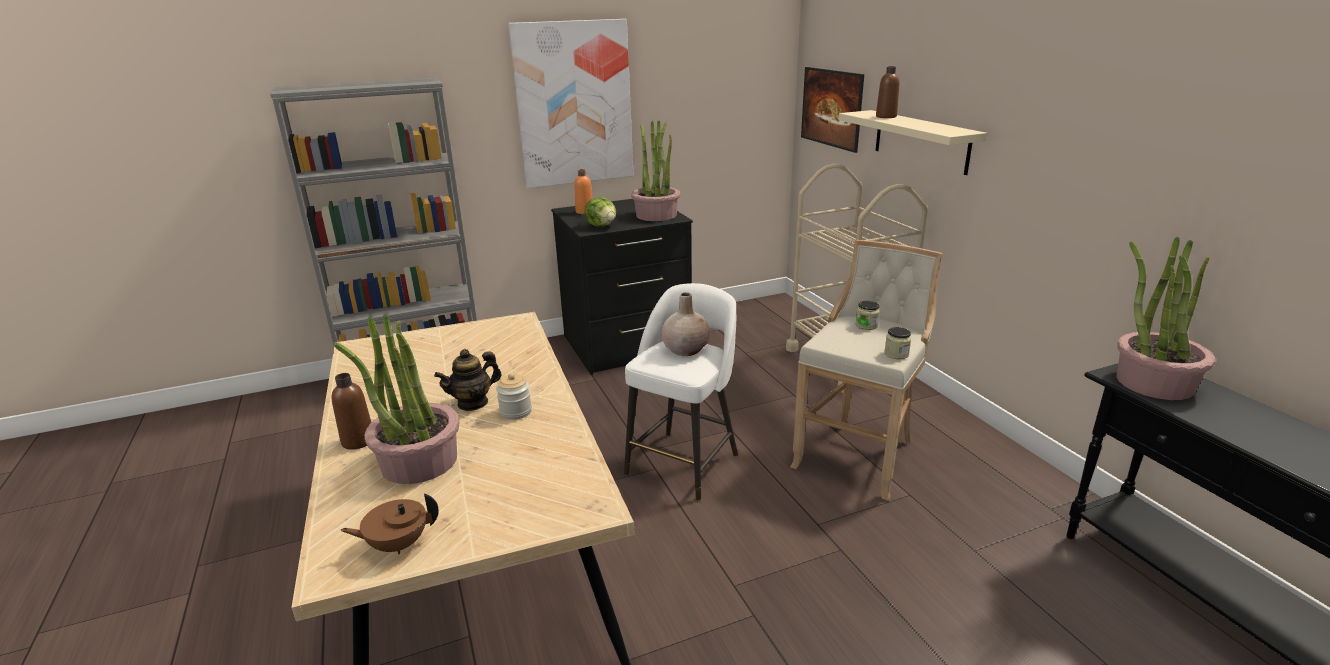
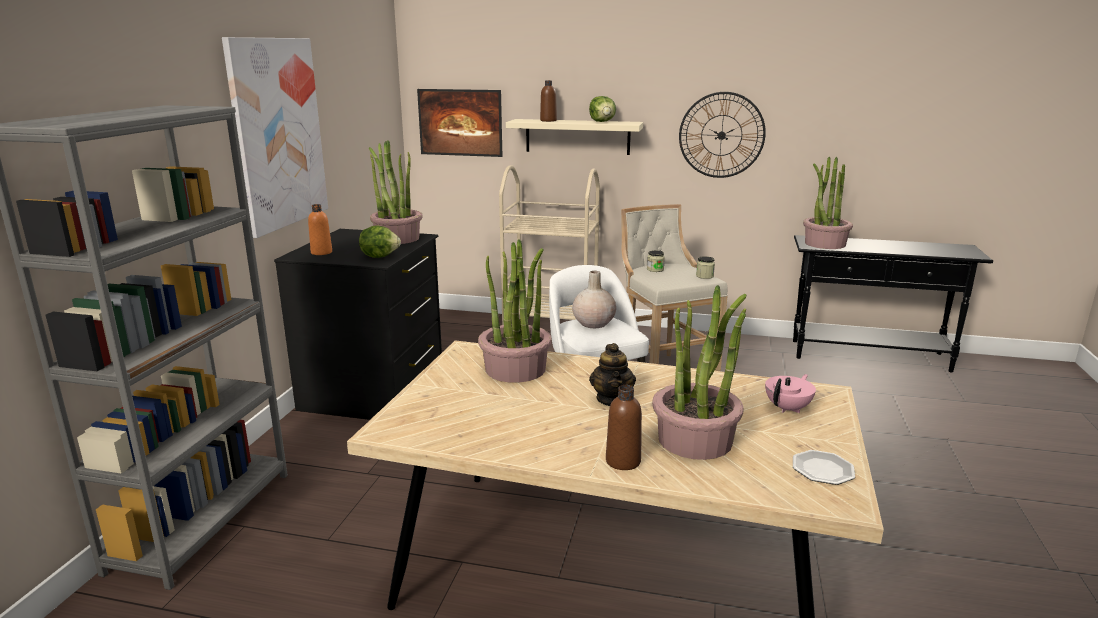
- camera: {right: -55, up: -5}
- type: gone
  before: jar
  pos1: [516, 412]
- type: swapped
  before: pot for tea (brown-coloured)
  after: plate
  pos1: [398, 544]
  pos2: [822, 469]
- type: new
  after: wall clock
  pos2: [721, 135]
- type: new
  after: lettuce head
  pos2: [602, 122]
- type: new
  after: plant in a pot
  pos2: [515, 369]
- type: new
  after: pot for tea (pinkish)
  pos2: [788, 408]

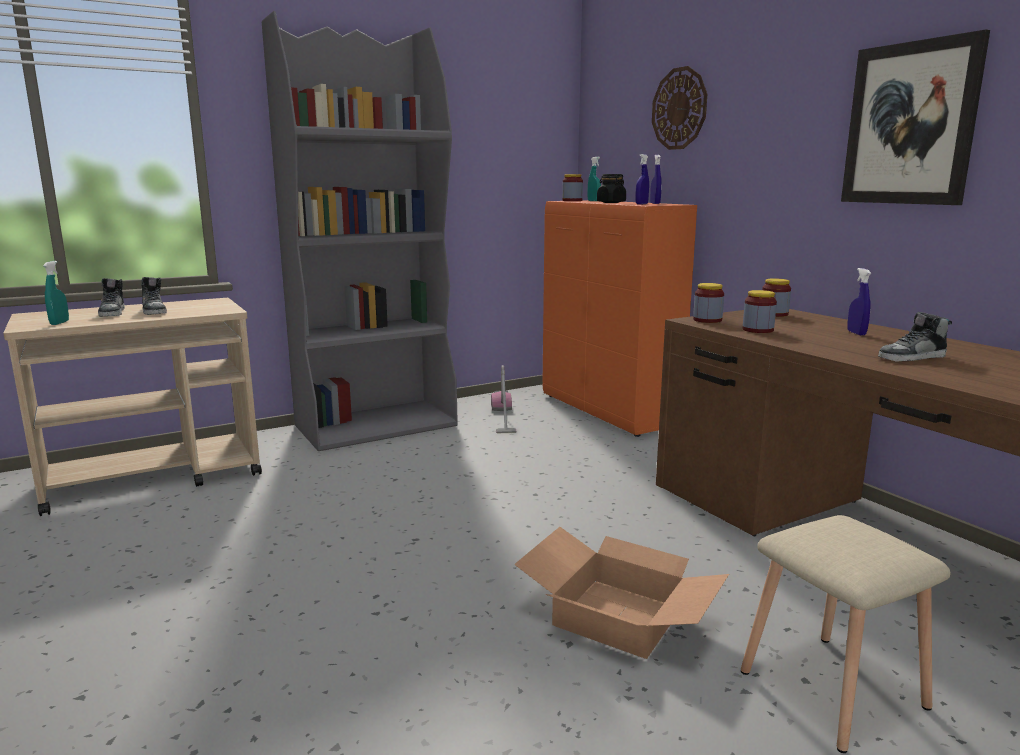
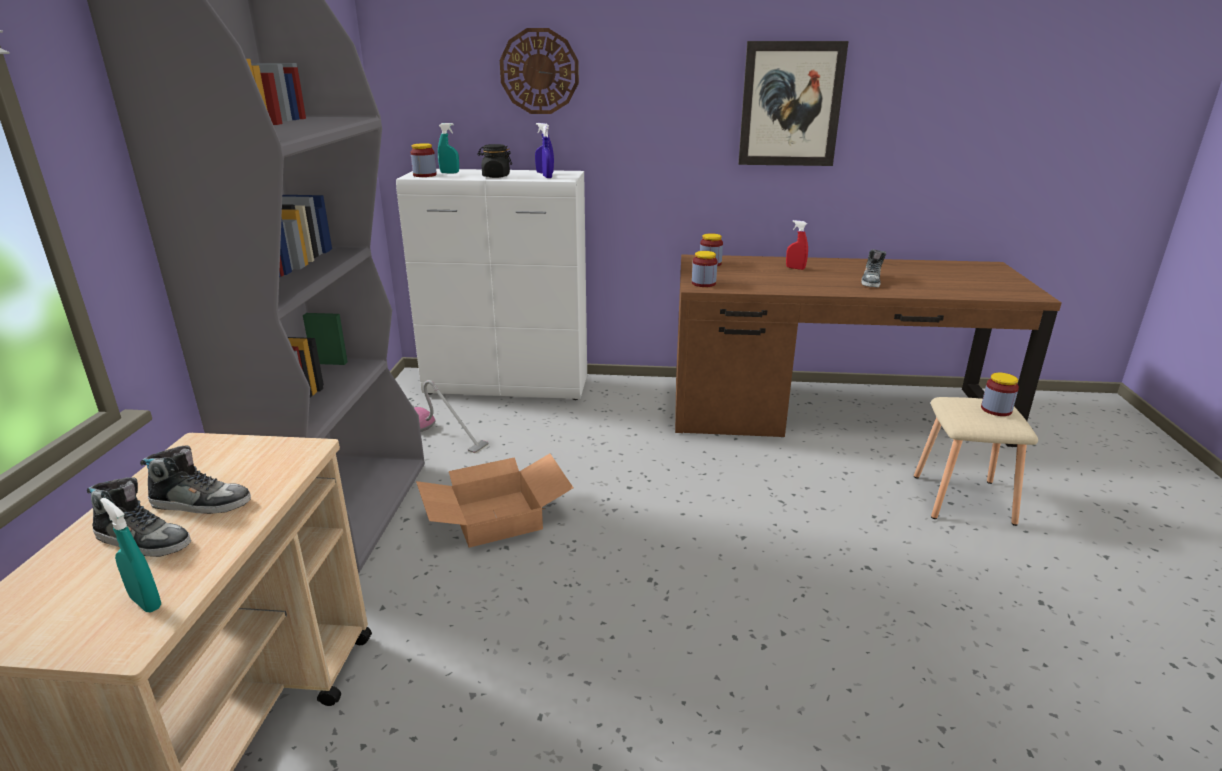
- camera: {right: -55, up: 10}
- type: repainted
  before: cupboard (orange-coloured)
  after: cupboard (white-coloured)
  pos1: [608, 411]
  pos2: [508, 387]
- type: repainted
  before: spray bottle (bluish)
  after: spray bottle (red-coloured)
  pos1: [856, 333]
  pos2: [795, 268]
- type: shifted
  before: jar
  pos1: [758, 330]
  pos2: [996, 410]
- type: shifted
  before: packing box
  pos1: [615, 617]
  pos2: [496, 519]

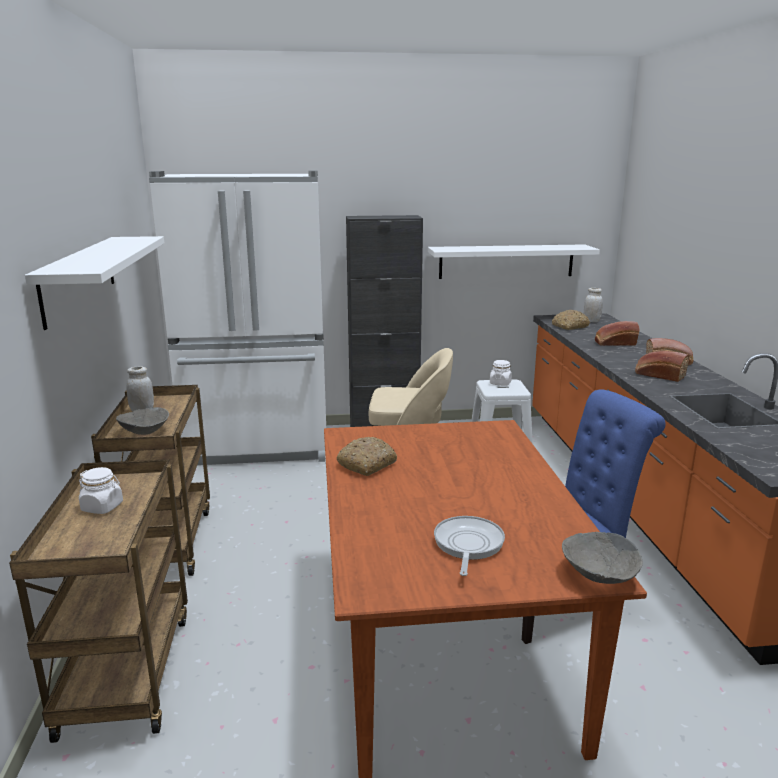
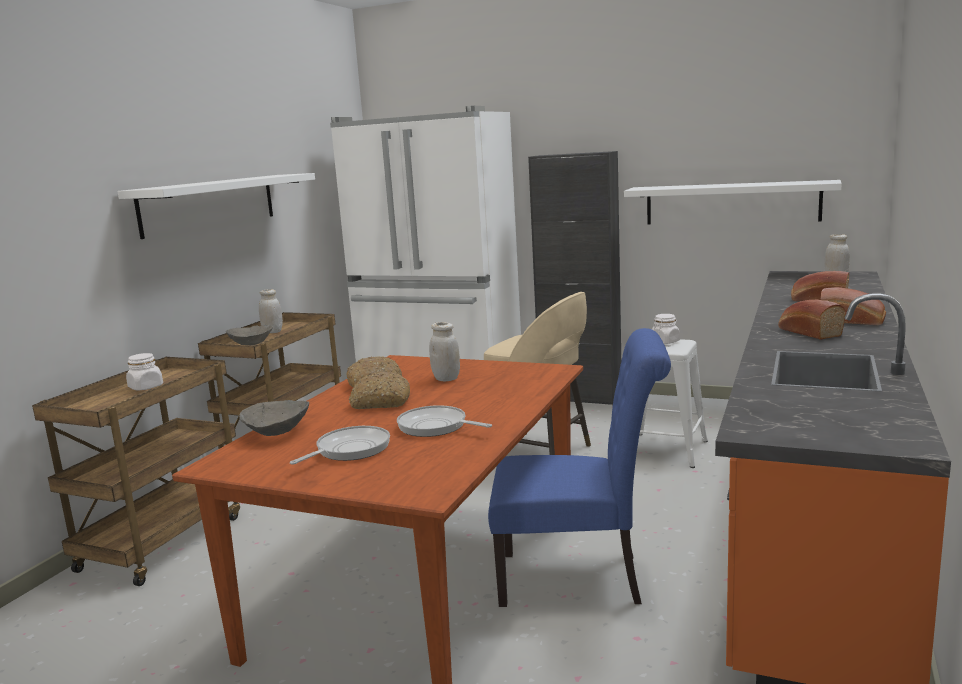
- camera: {right: 30, up: -5}
- type: shifted
  before: bread
  pos1: [570, 326]
  pos2: [380, 402]
- type: shifted
  before: deep dish (grey)
  pos1: [599, 575]
  pos2: [278, 433]
- type: new
  after: jar (white-coloured)
  pos2: [446, 379]
- type: new
  after: pan
  pos2: [435, 427]

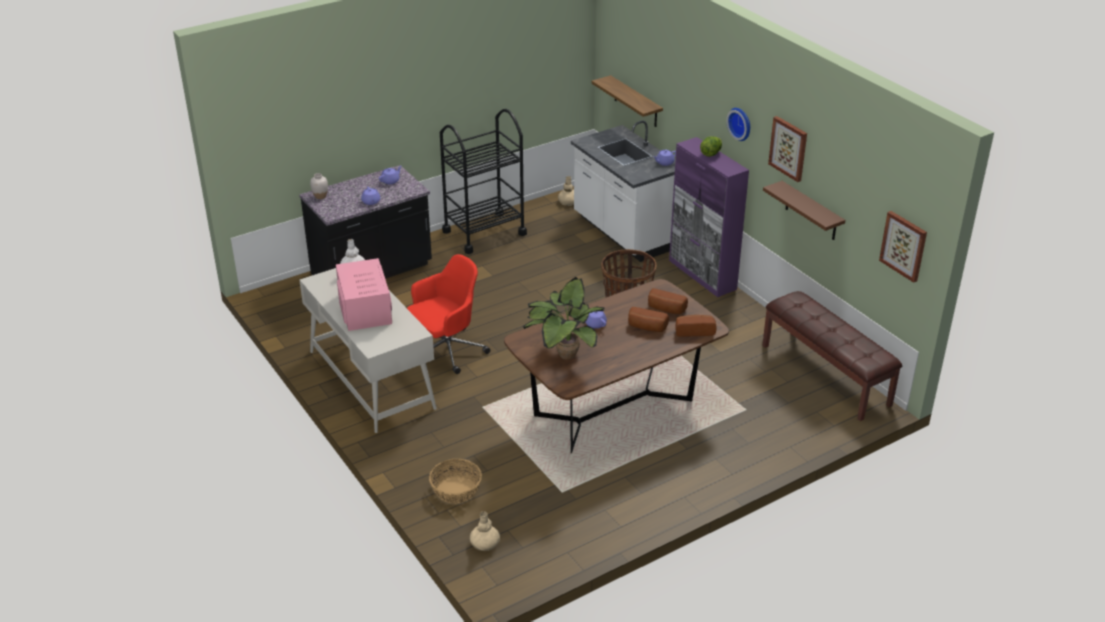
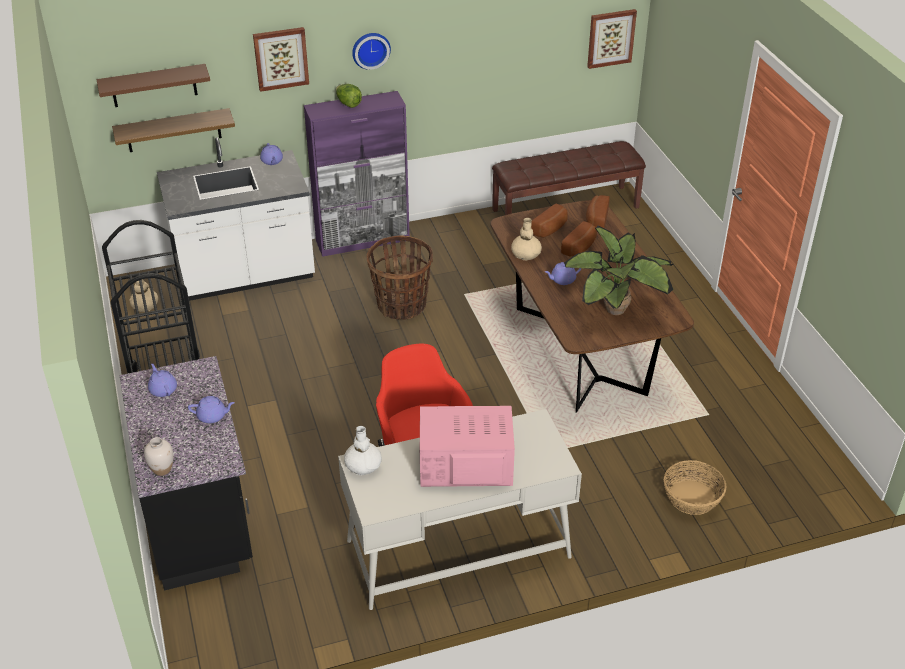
- camera: {right: -75, up: 5}
- type: shifted
  before: wall picture
  pos1: [789, 148]
  pos2: [281, 58]
- type: shifted
  before: shelf (brown-coloured)
  pos1: [811, 212]
  pos2: [154, 86]
- type: shifted
  before: vase (beige)
  pos1: [484, 543]
  pos2: [525, 254]

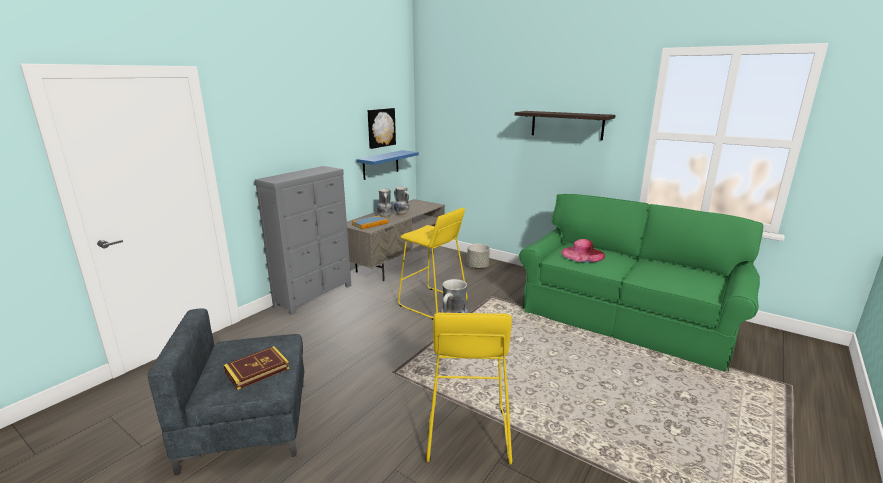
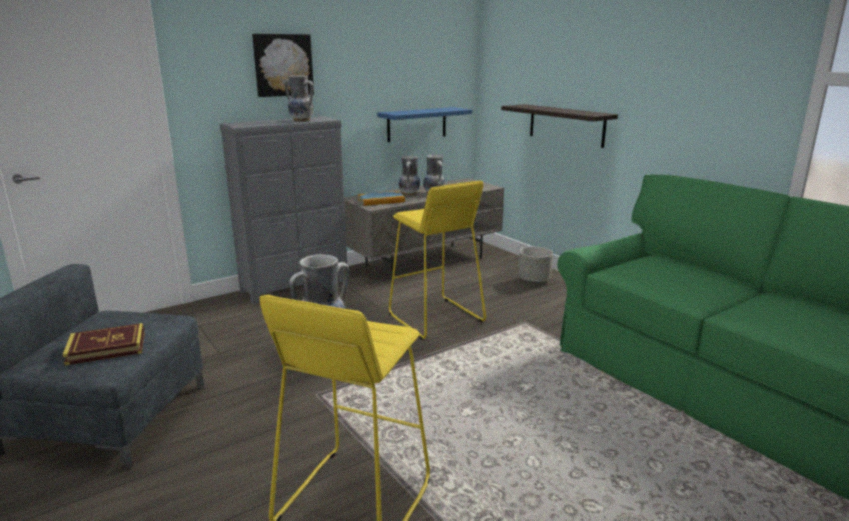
- camera: {right: 20, up: 0}
- type: shifted
  before: wall picture
  pos1: [380, 127]
  pos2: [283, 65]
- type: shifted
  before: shelf
  pos1: [567, 125]
  pos2: [566, 125]
- type: gone
  before: hat (pinkish)
  pos1: [582, 254]
- type: new
  after: vase
  pos2: [301, 120]

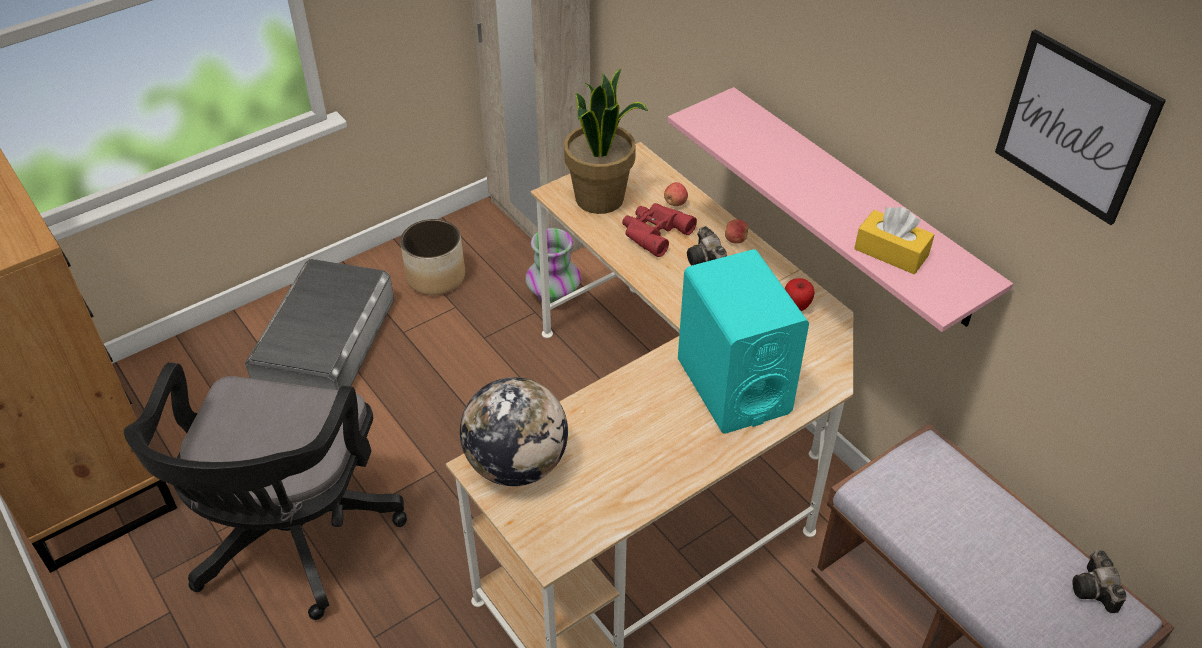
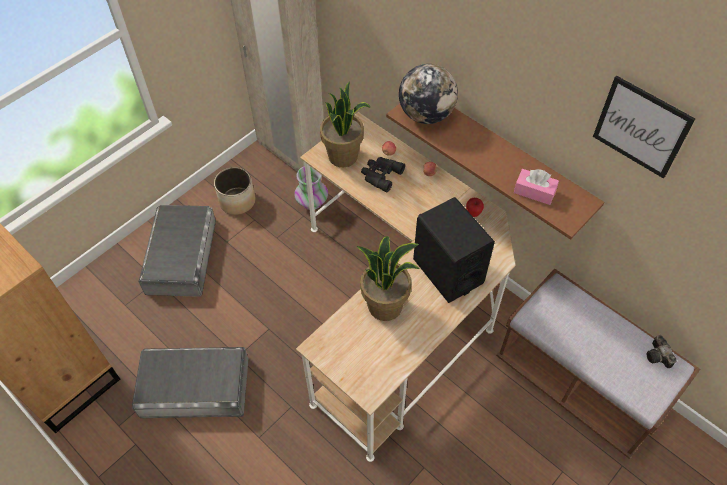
- camera: {right: -10, up: 10}
- type: repainted
  before: shelf (pinkish)
  after: shelf (brown-coloured)
  pos1: [854, 206]
  pos2: [503, 156]
- type: repainted
  before: field glasses (red-coloured)
  after: field glasses (blackish)
  pos1: [653, 232]
  pos2: [380, 175]
- type: repainted
  before: tissue box (yellowish)
  after: tissue box (pinkish)
  pos1: [891, 252]
  pos2: [534, 191]
- type: gone
  before: still camera
  pos1: [706, 260]
- type: repainted
  before: loudspeaker (blue-green)
  after: loudspeaker (blackish)
  pos1: [733, 386]
  pos2: [447, 271]
- type: swapped
  before: computer chair (blackish)
  after: storage bin (grey)
  pos1: [290, 540]
  pos2: [194, 387]
- type: shifted
  before: world globe
  pos1: [517, 464]
  pos2: [426, 115]
- type: new
  after: plant in a pot
  pos2: [385, 305]

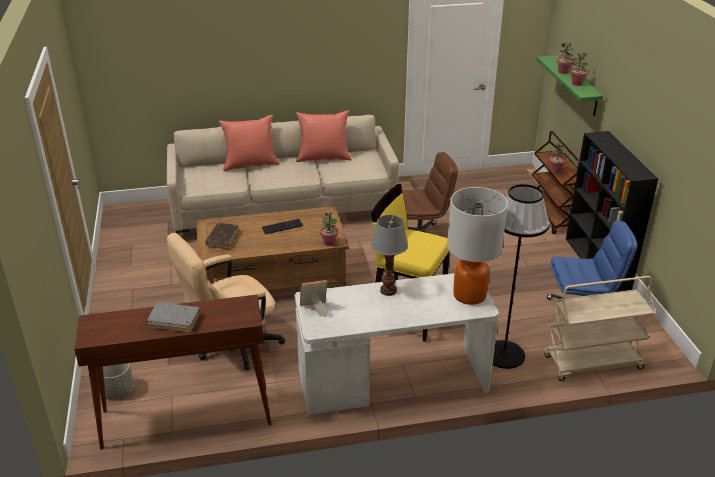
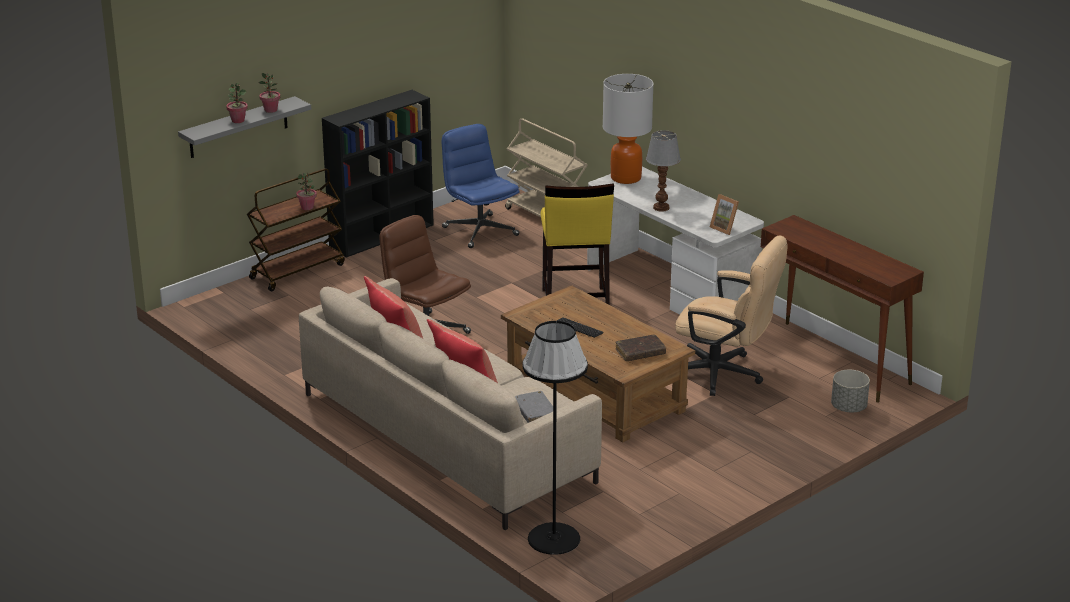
- camera: {right: -120, up: -5}
- type: repainted
  before: shelf (greenish)
  after: shelf (grey)
  pos1: [577, 86]
  pos2: [238, 128]
- type: shifted
  before: standard lamp (blackish)
  pos1: [504, 354]
  pos2: [553, 538]
- type: gone
  before: plant in a pot
  pos1: [329, 242]
- type: shifted
  before: volume (grey)
  pos1: [174, 321]
  pos2: [535, 413]

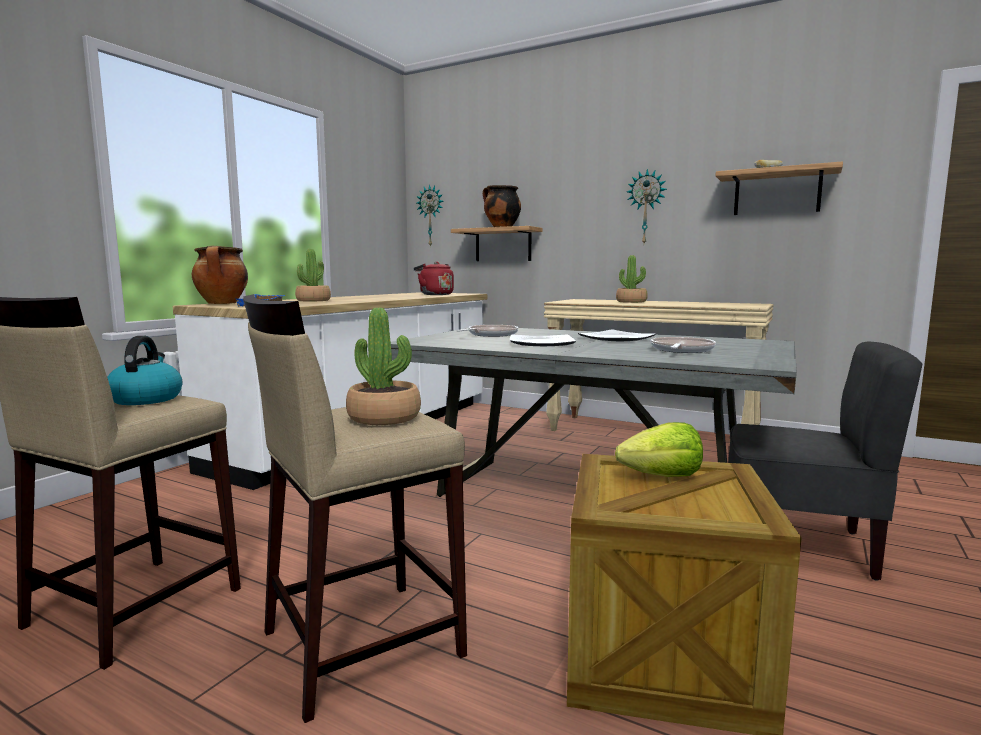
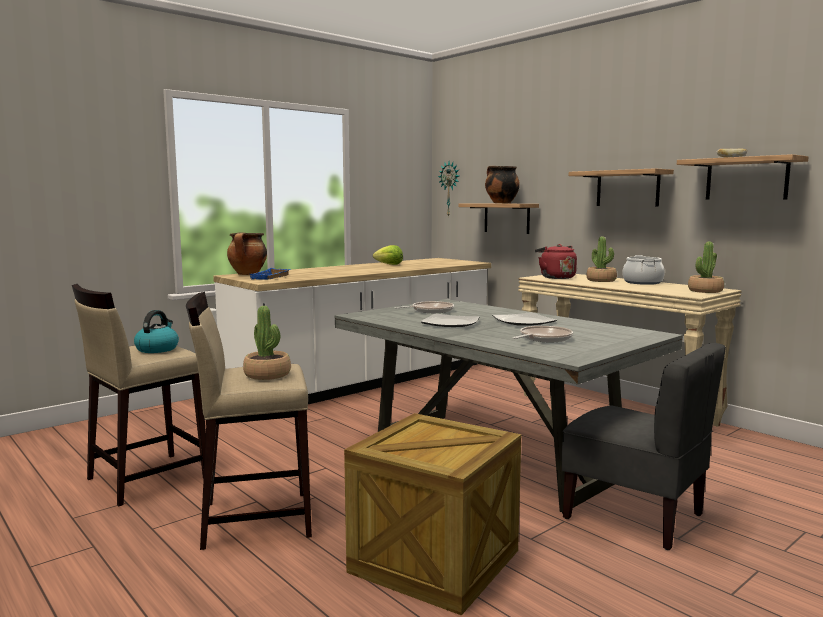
- camera: {right: 20, up: 0}
- type: swapped
  before: wall clock
  after: shelf
  pos1: [646, 207]
  pos2: [627, 188]
- type: shifted
  before: plant in a pot
  pos1: [313, 300]
  pos2: [705, 291]
- type: shifted
  before: tea kettle (red-coloured)
  pos1: [434, 294]
  pos2: [555, 277]
- type: shifted
  before: lettuce head
  pos1: [662, 476]
  pos2: [389, 264]
- type: new
  after: cooking pot
  pos2: [642, 282]

